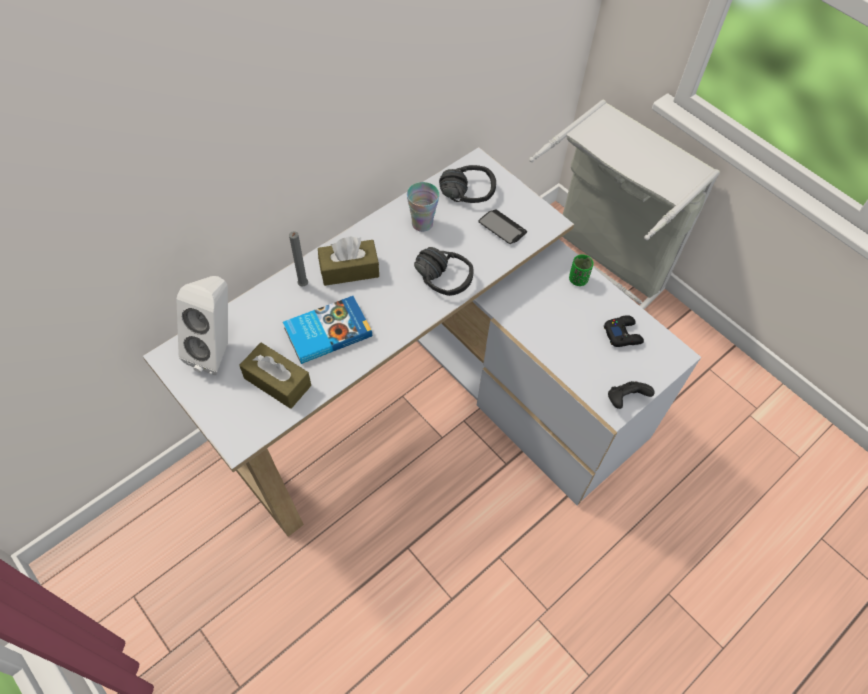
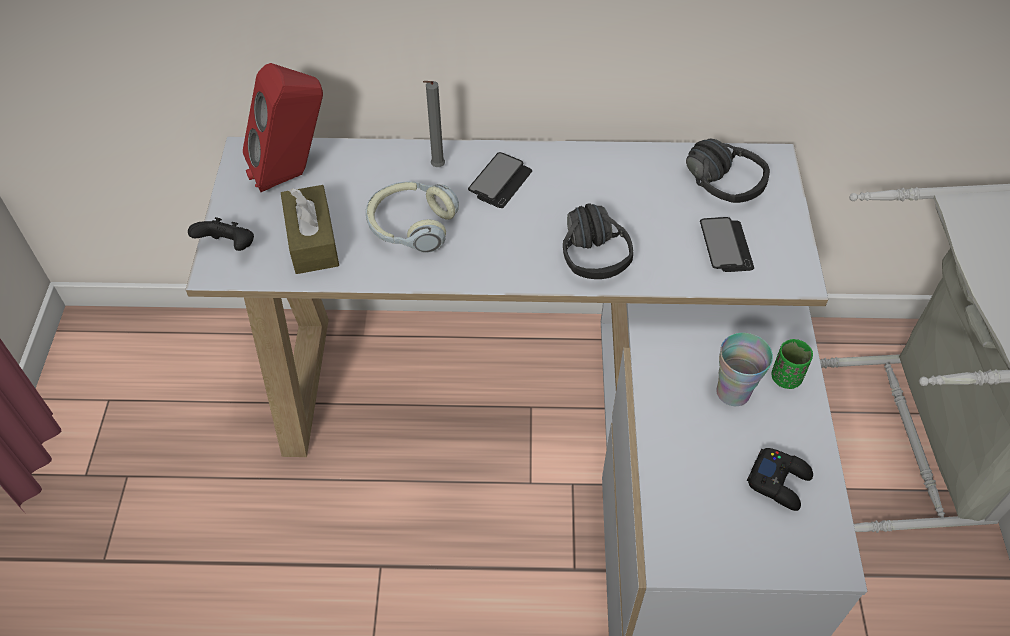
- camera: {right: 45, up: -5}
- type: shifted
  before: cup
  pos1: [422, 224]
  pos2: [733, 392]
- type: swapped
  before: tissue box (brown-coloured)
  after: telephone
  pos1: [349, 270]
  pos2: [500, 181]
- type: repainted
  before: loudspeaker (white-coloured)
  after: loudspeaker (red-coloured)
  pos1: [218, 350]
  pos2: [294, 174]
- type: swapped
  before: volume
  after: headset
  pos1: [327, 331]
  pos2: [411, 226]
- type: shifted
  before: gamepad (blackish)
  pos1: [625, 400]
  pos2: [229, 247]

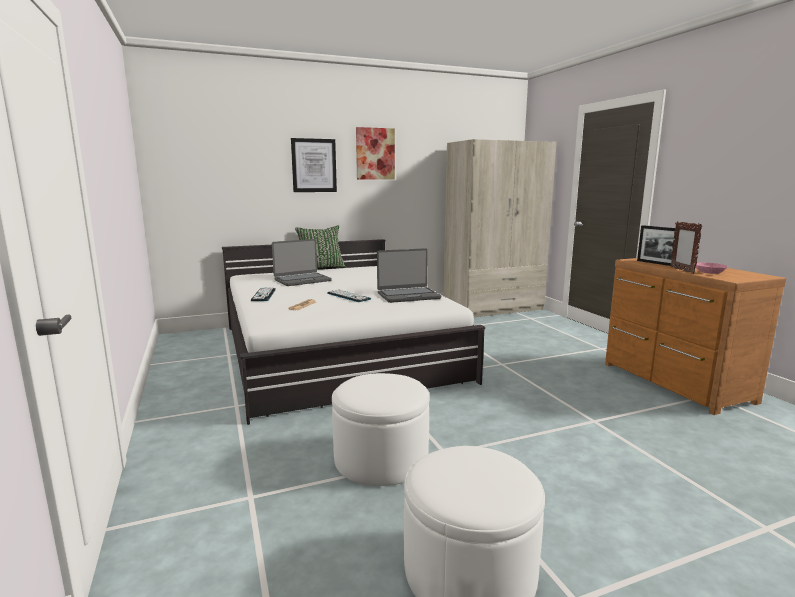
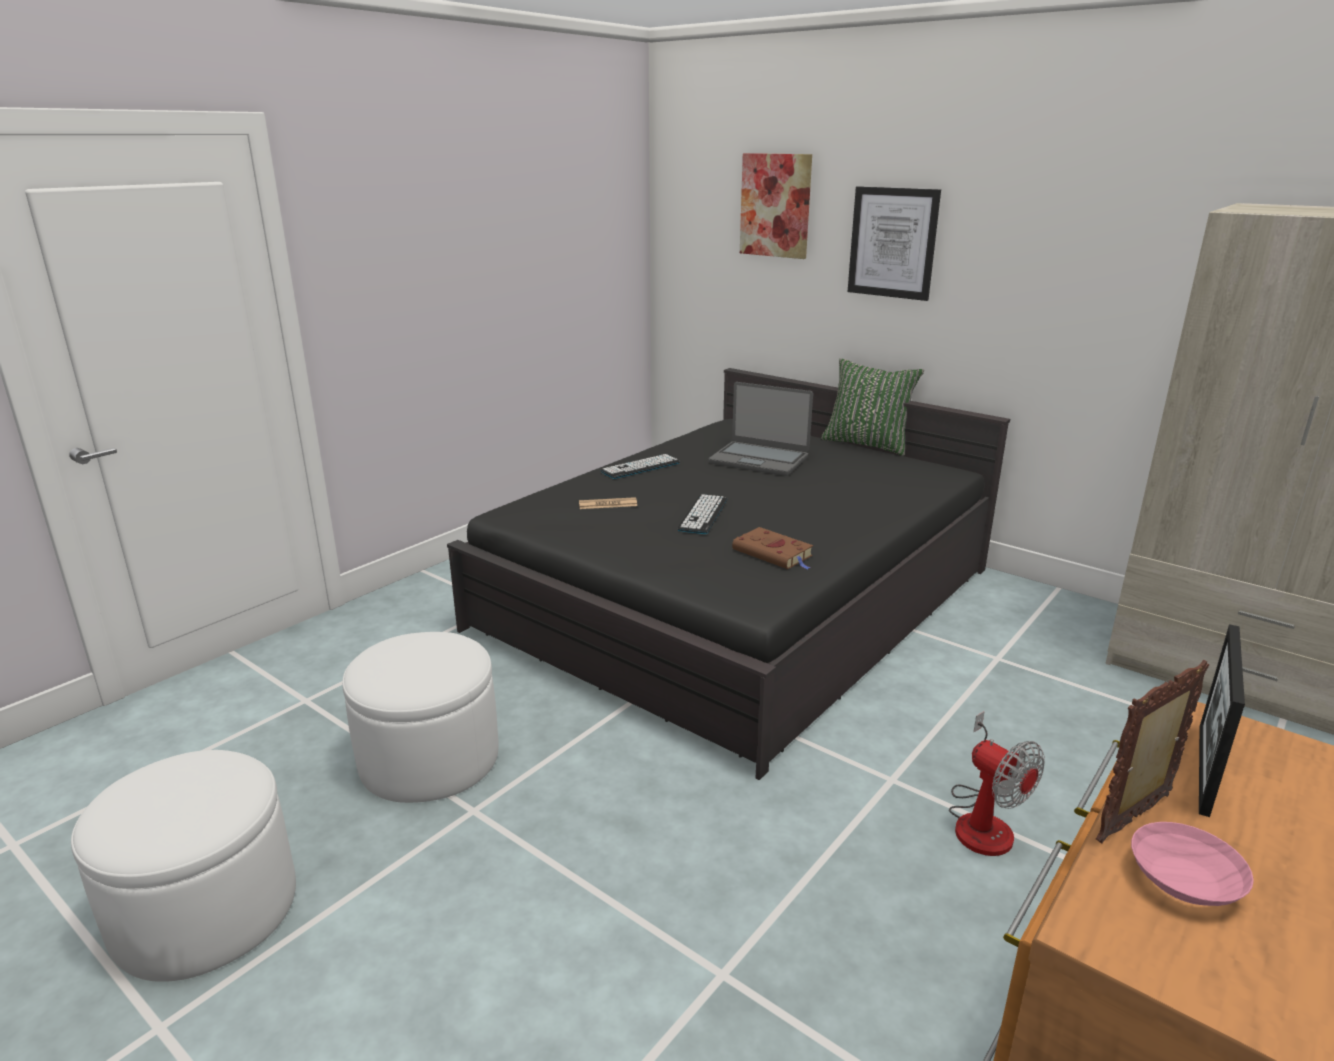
- camera: {right: 60, up: 10}
- type: shifted
  before: wall picture
  pos1: [375, 154]
  pos2: [775, 205]
- type: repainted
  before: bedroom bed (white-coloured)
  after: bedroom bed (blackish)
  pos1: [335, 351]
  pos2: [740, 598]
- type: swapped
  before: portable computer
  after: volume (brown-coloured)
  pos1: [408, 296]
  pos2: [774, 553]
- type: new
  after: cooling fan
  pos2: [982, 820]

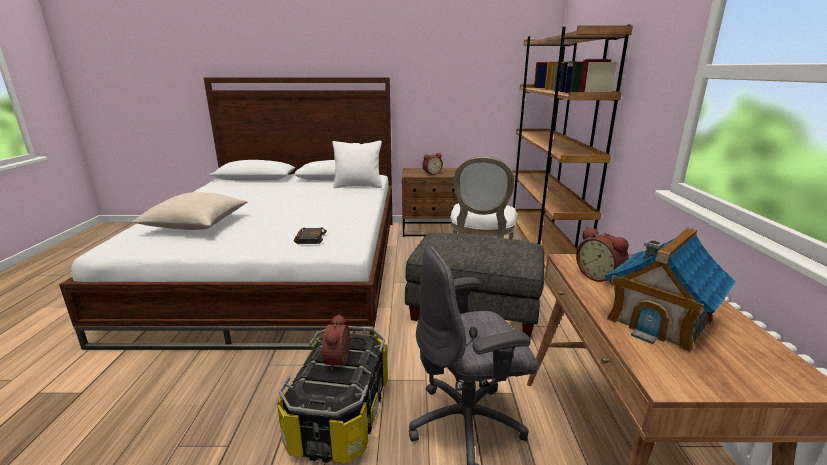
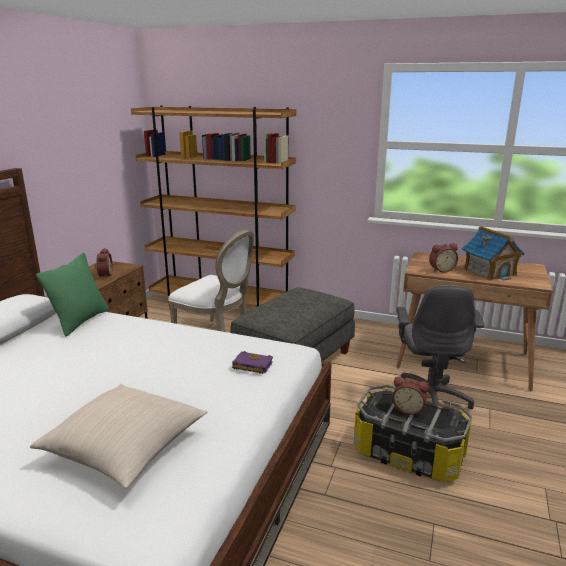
- camera: {right: -70, up: 0}
- type: repainted
  before: cushion (white-coloured)
  after: cushion (greenish)
  pos1: [358, 186]
  pos2: [80, 321]
- type: repainted
  before: volume (blackish)
  after: volume (purplish)
  pos1: [309, 238]
  pos2: [251, 366]

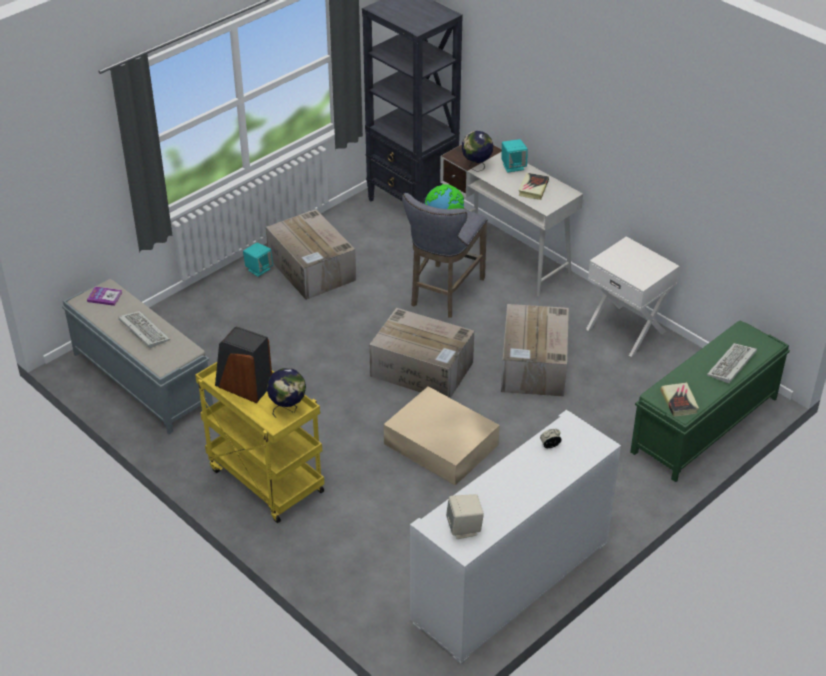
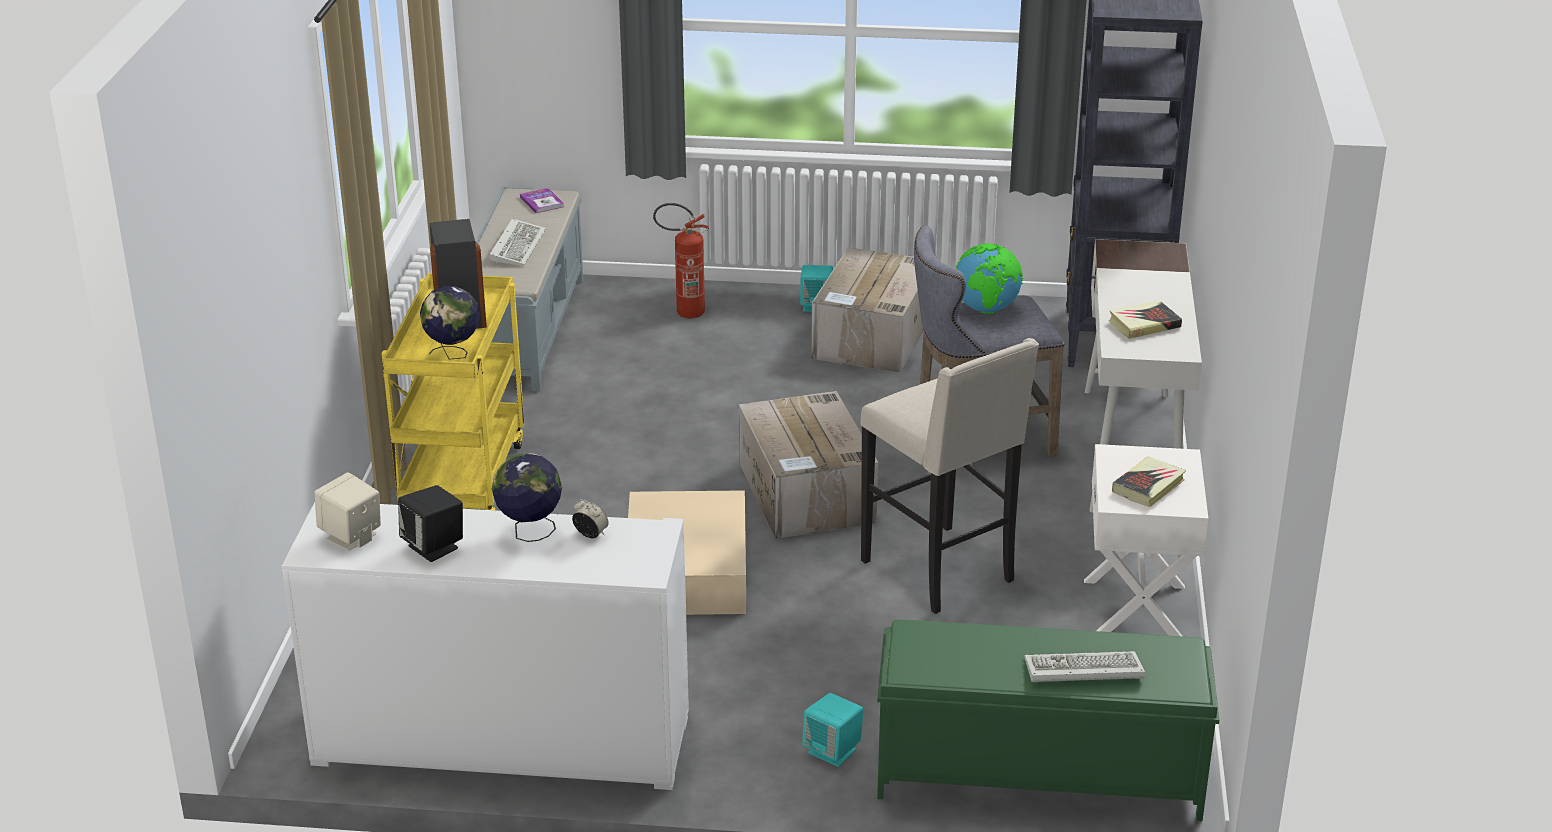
- camera: {right: 50, up: -10}
- type: shifted
  before: world globe
  pos1: [476, 167]
  pos2: [530, 532]
- type: shifted
  before: loudspeaker (blue-green)
  pos1: [513, 166]
  pos2: [833, 751]
- type: swapped
  before: packing box
  after: stool seat (beige)
  pos1: [534, 366]
  pos2: [941, 572]
- type: shifted
  before: volume
  pos1: [679, 402]
  pos2: [1148, 486]
- type: new
  after: extinguisher
  pos2: [683, 313]
- type: new
  after: loudspeaker (blackish)
  pos2: [434, 547]

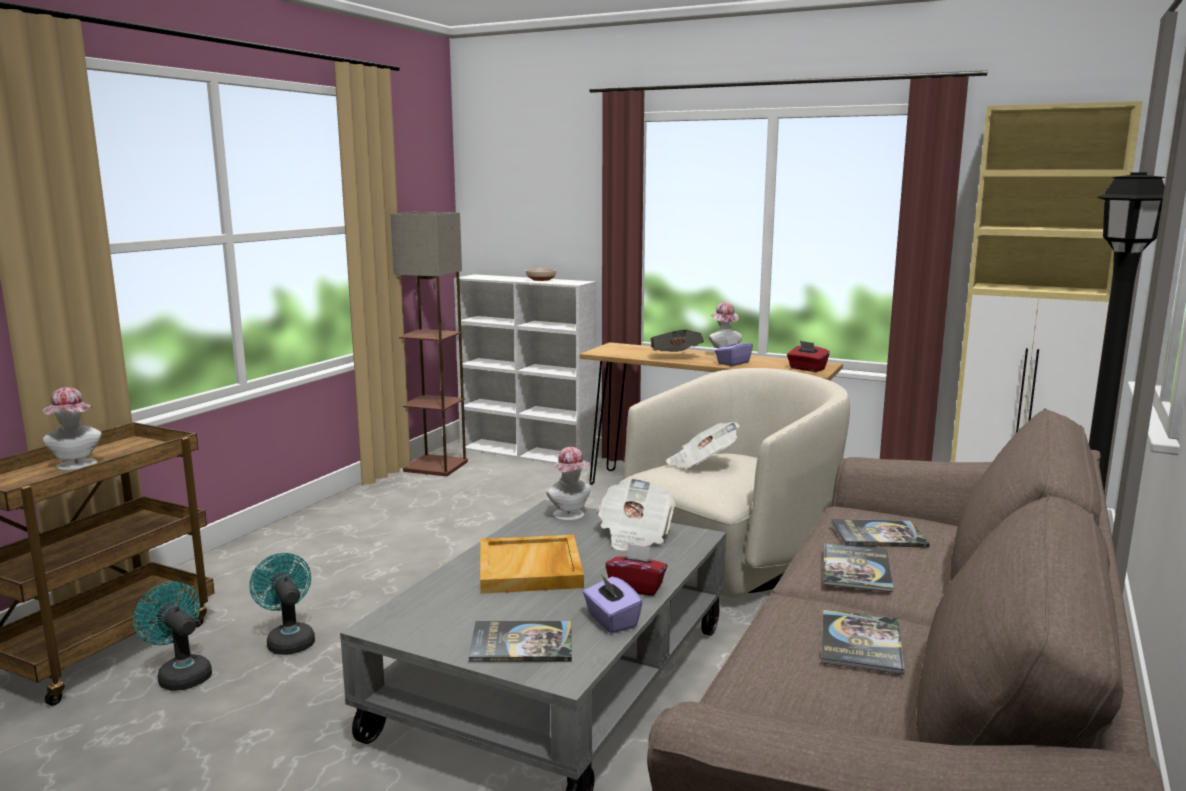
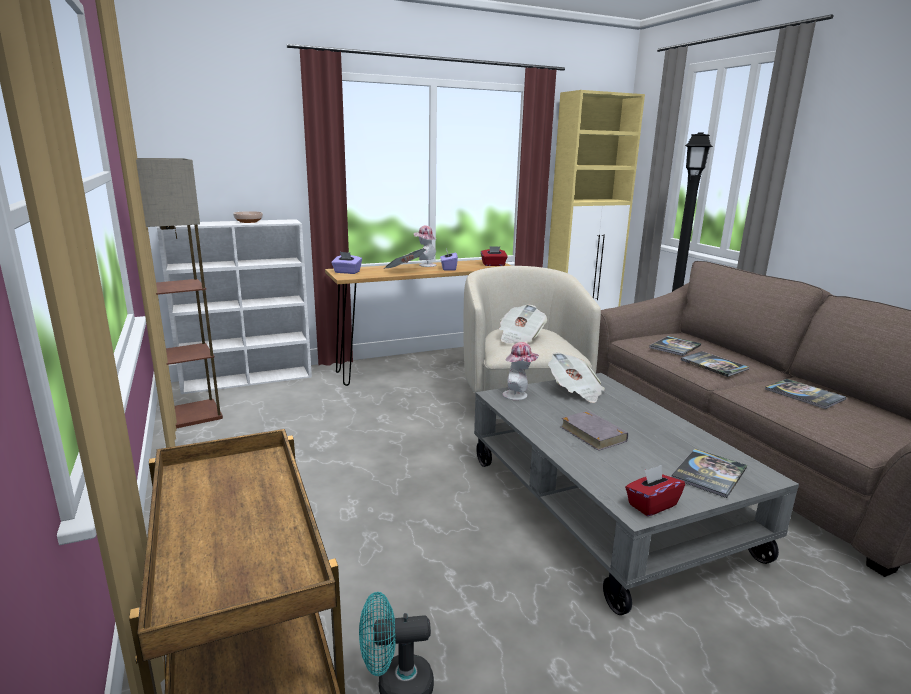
- camera: {right: -50, up: 5}
- type: gone
  before: hat
  pos1: [76, 466]
- type: swapped
  before: tray (beige)
  after: volume (grey)
  pos1: [531, 569]
  pos2: [593, 434]
- type: shifted
  before: tissue box (red-coloured)
  pos1: [636, 587]
  pos2: [651, 505]
- type: gone
  before: cooling fan (blue-green)
  pos1: [288, 640]
- type: shifted
  before: tissue box (purplish)
  pos1: [611, 620]
  pos2: [347, 272]

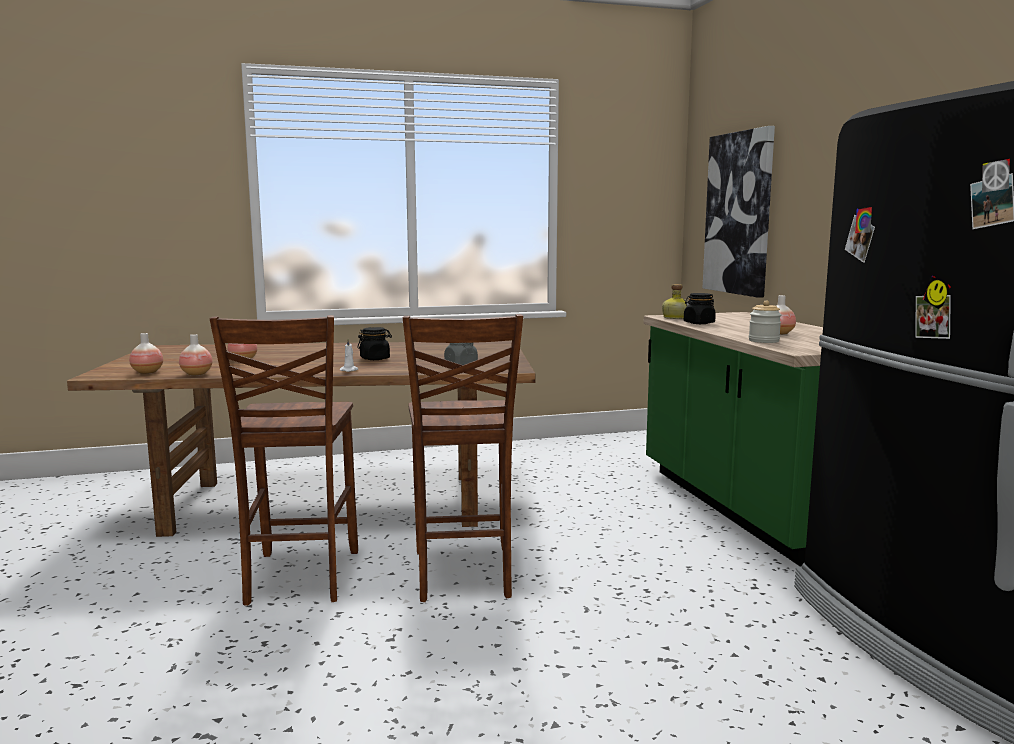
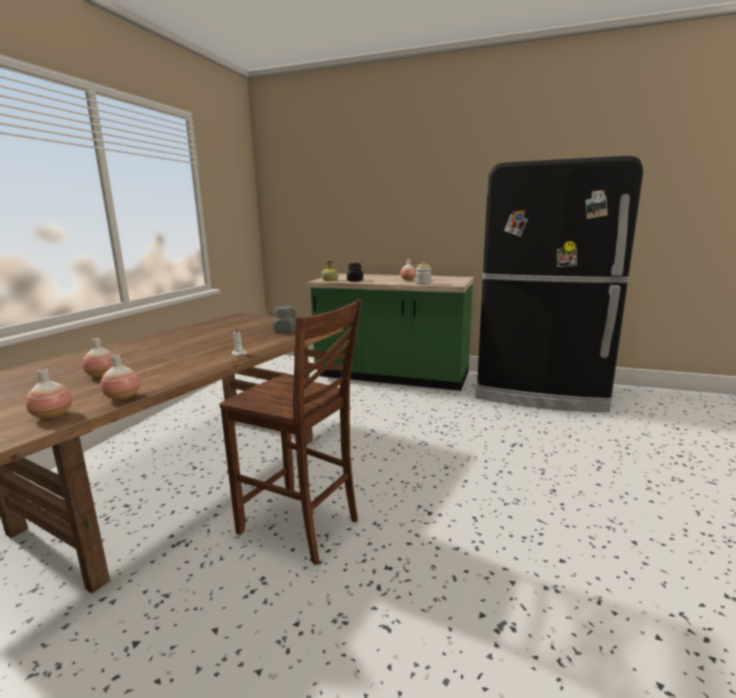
- camera: {right: -55, up: 5}
- type: gone
  before: wall picture
  pos1: [739, 213]
- type: gone
  before: plain chair (brown-coloured)
  pos1: [463, 575]
- type: gone
  before: jar (blackish)
  pos1: [375, 358]

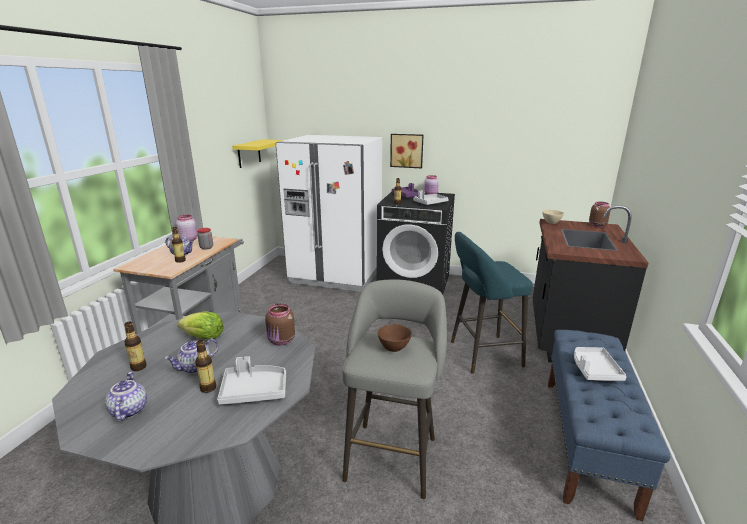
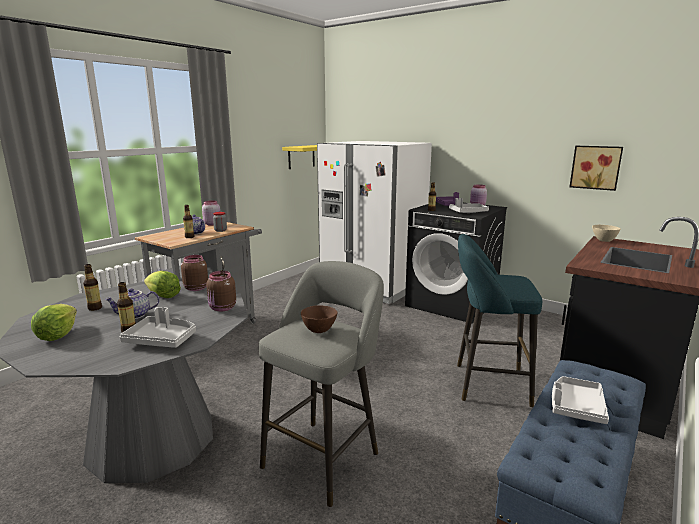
- camera: {right: 20, up: -5}
- type: shifted
  before: wall picture
  pos1: [407, 150]
  pos2: [595, 167]
- type: shifted
  before: jar (brown-coloured)
  pos1: [596, 225]
  pos2: [196, 288]
- type: swapped
  before: pot for tea
  after: lettuce head
  pos1: [128, 410]
  pos2: [58, 335]

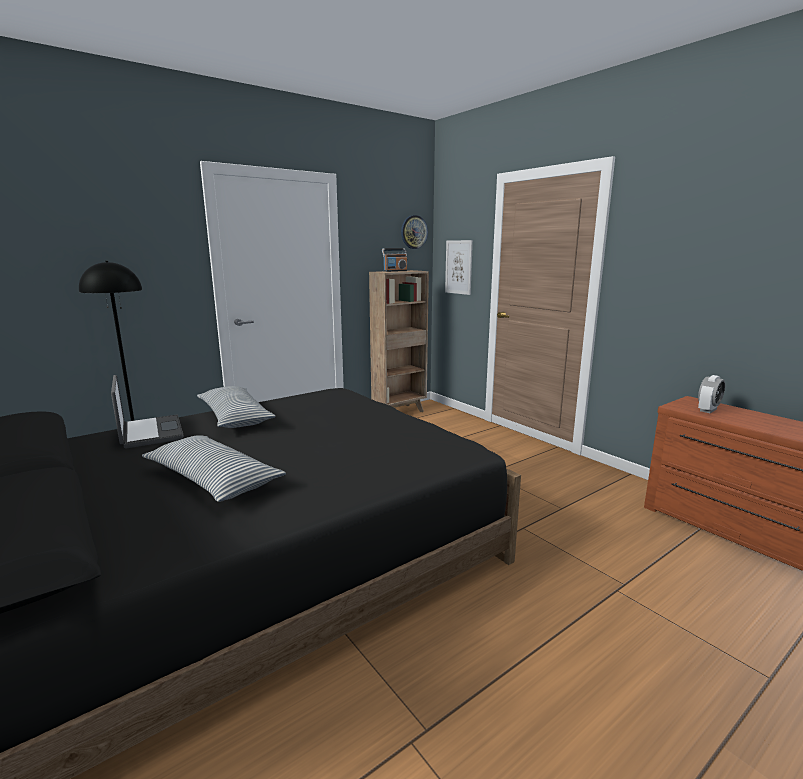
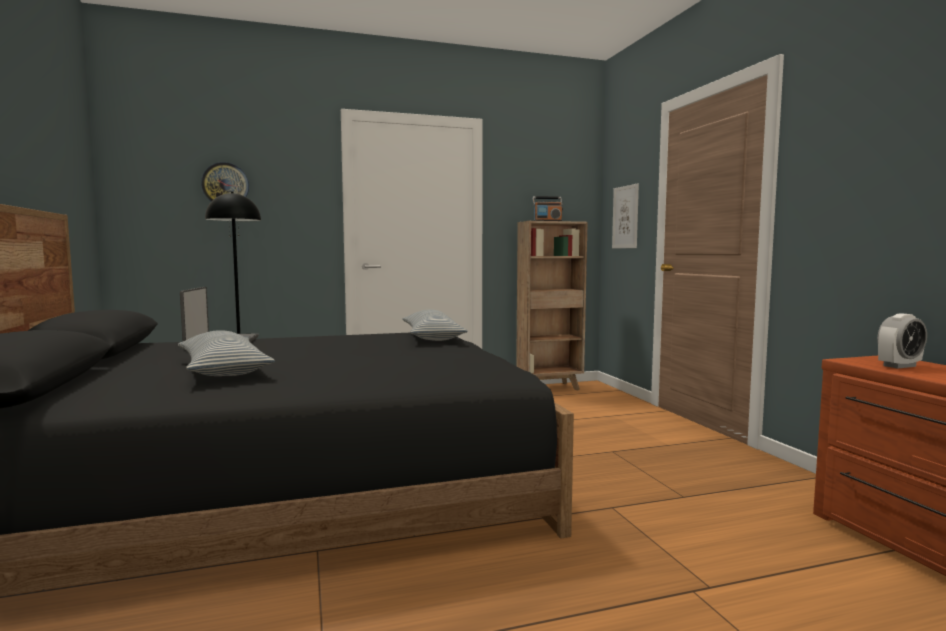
- camera: {right: 20, up: -10}
- type: shifted
  before: wall clock
  pos1: [414, 232]
  pos2: [225, 185]
- type: shifted
  before: cushion
  pos1: [235, 417]
  pos2: [432, 337]

